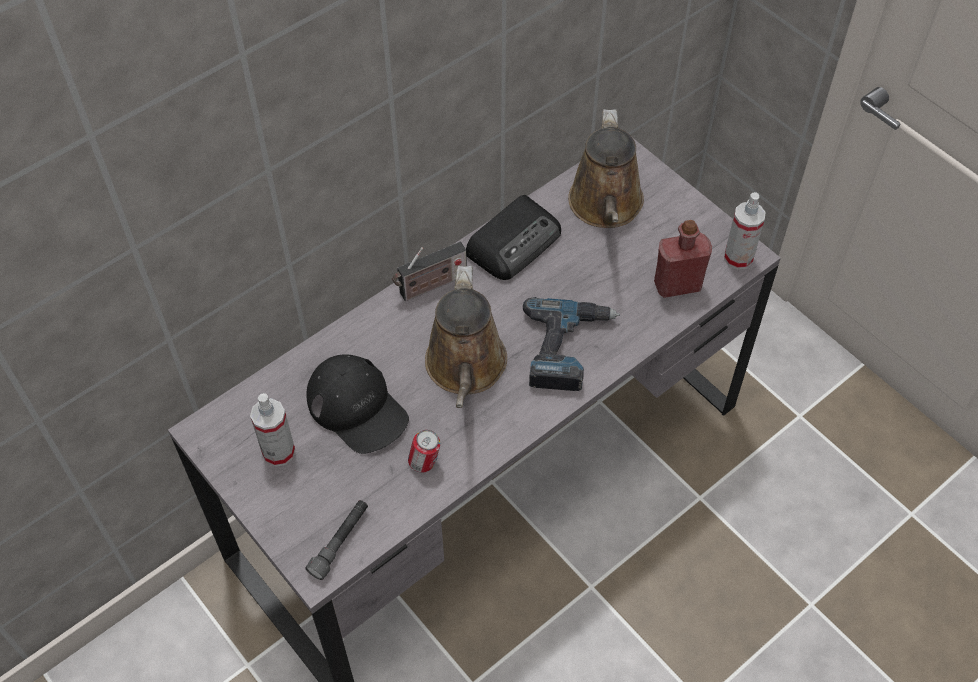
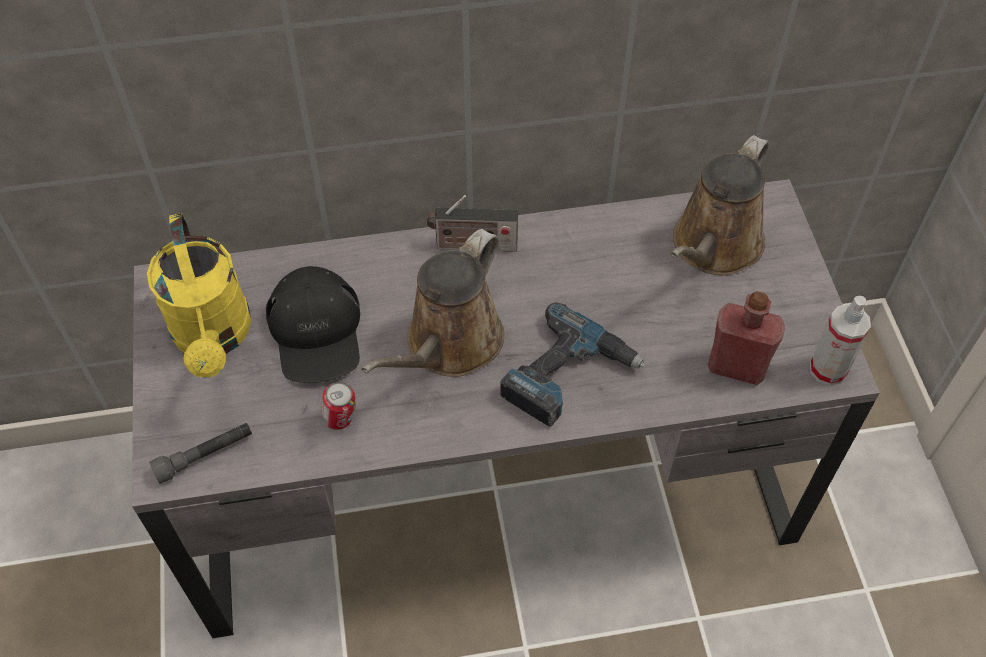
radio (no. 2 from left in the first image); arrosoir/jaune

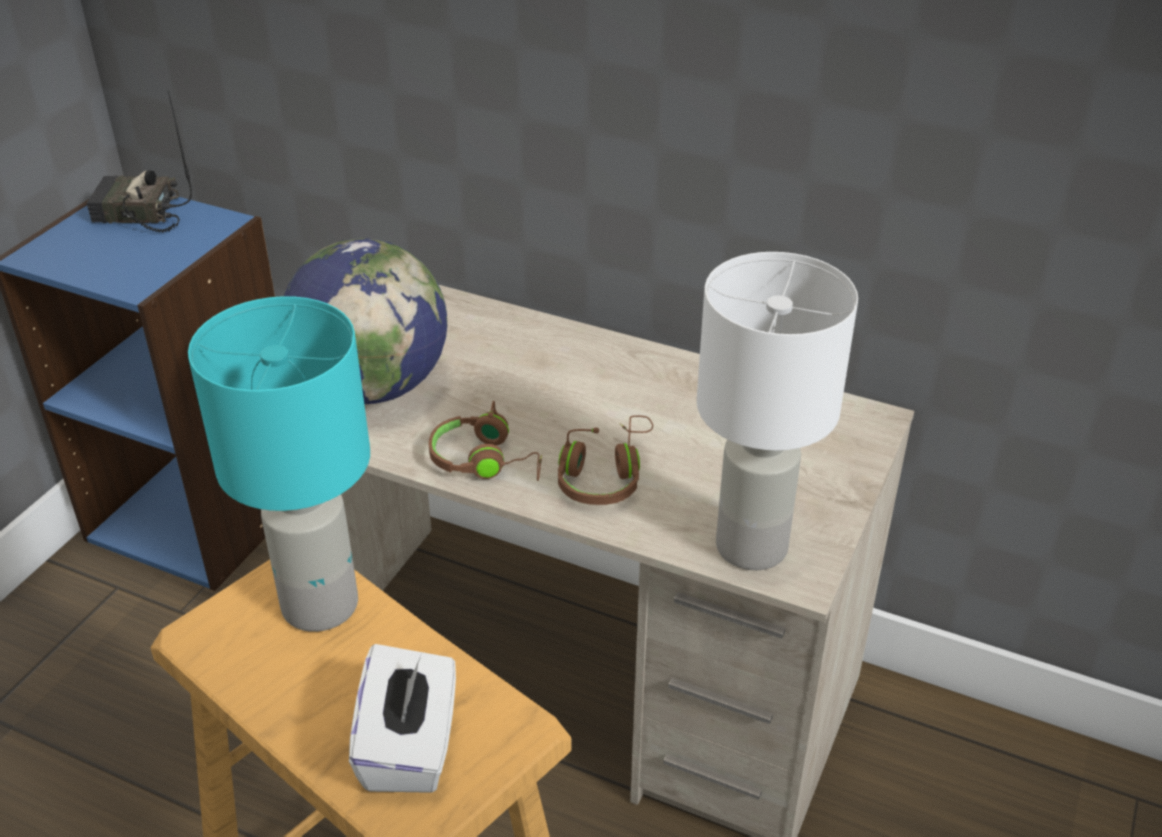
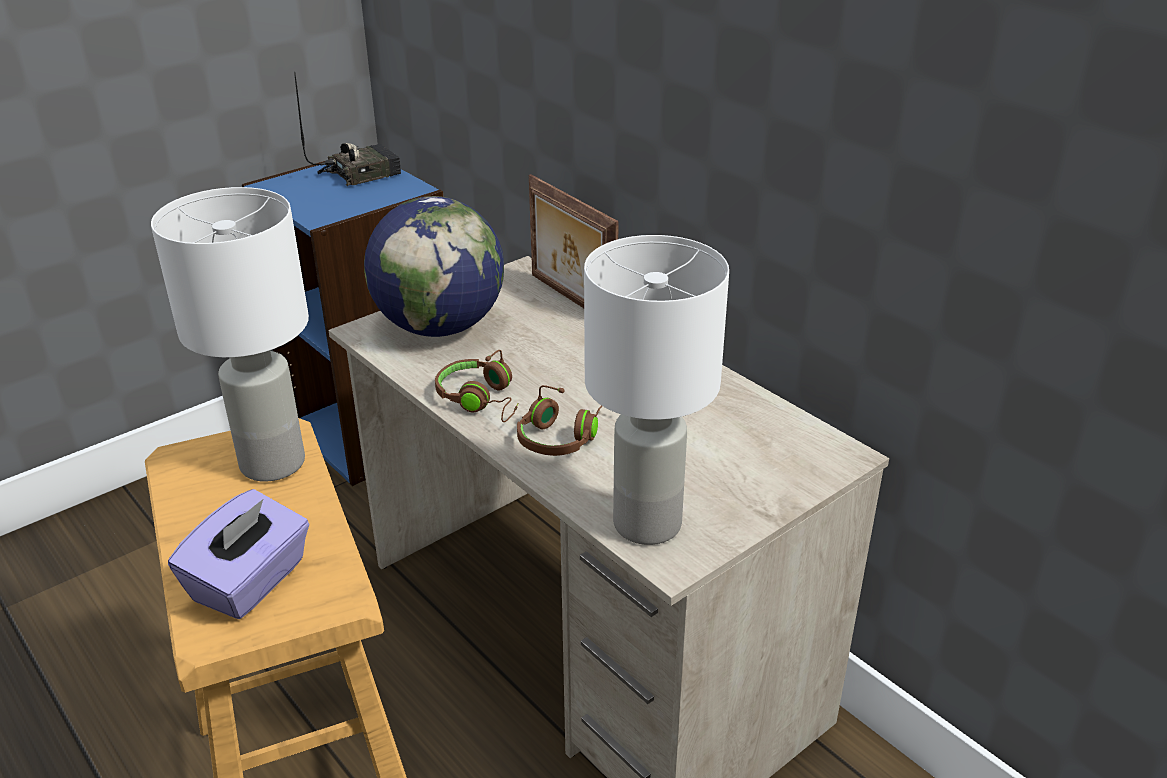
cadre photo; lampe de table/blanc (no. 1 from left); boîte à mouchoirs/violet; radio

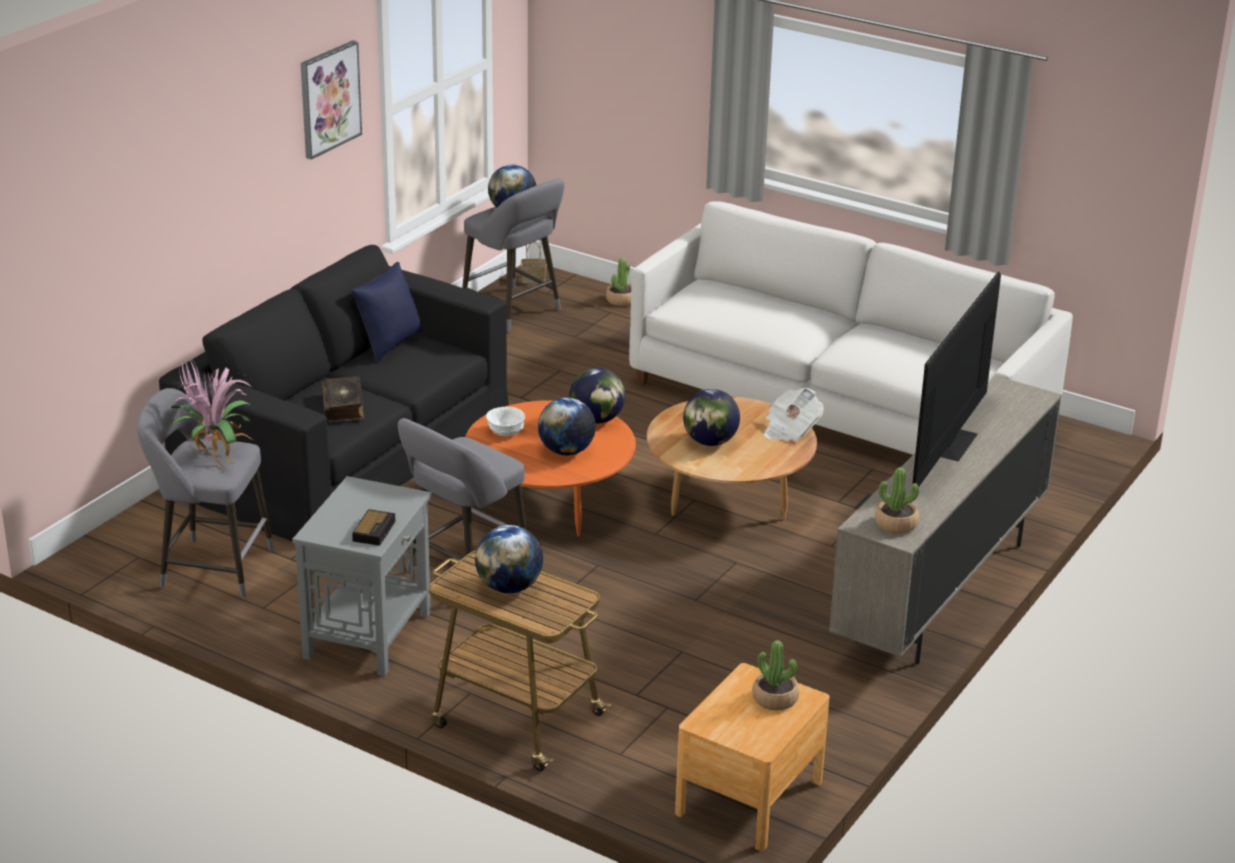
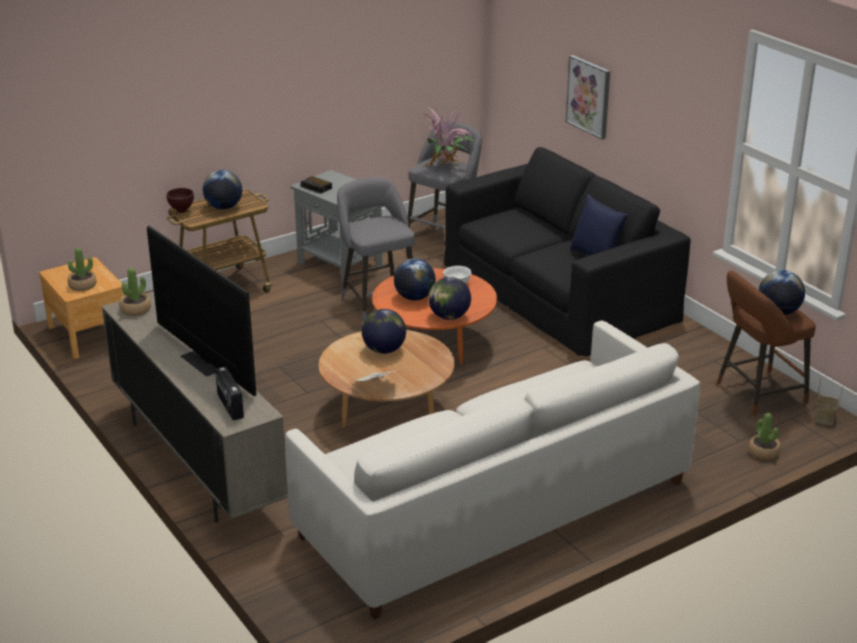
livre; bol/marron; radio; tableau; tabouret/marron

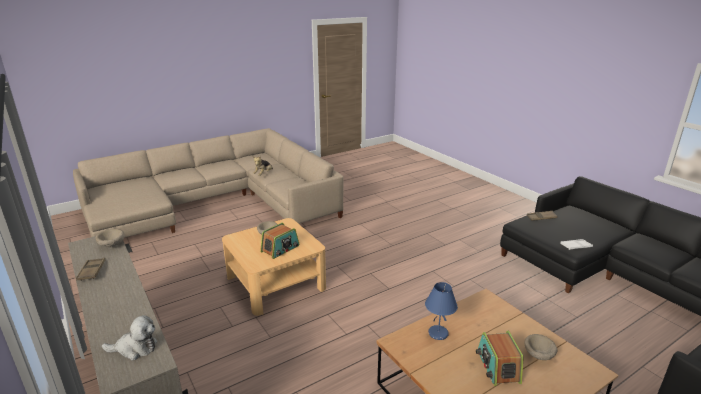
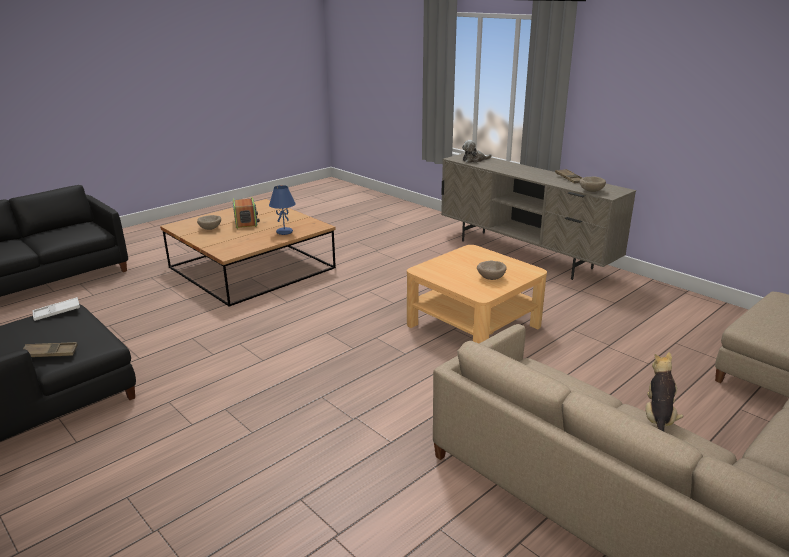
radio (no. 1 from left in the first image)

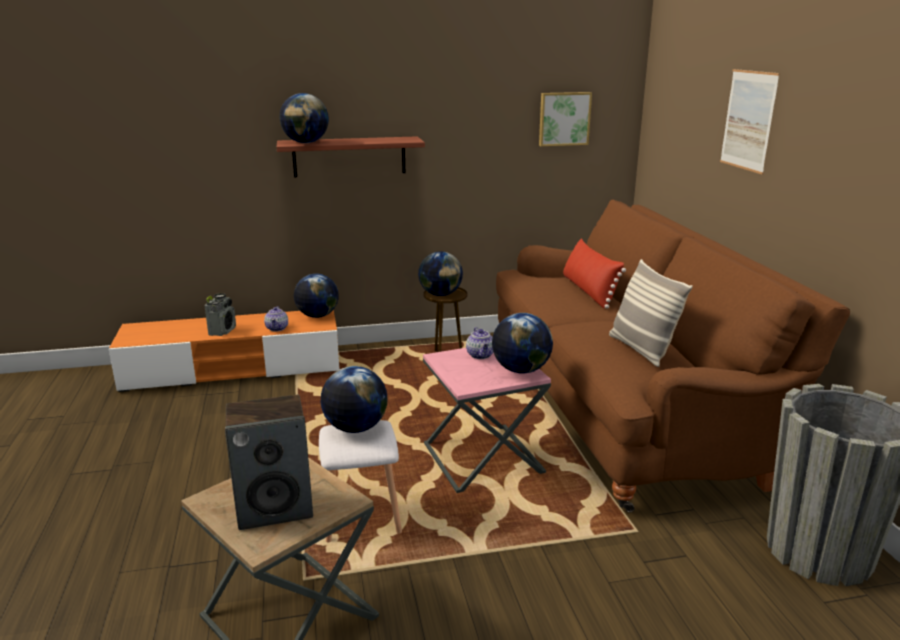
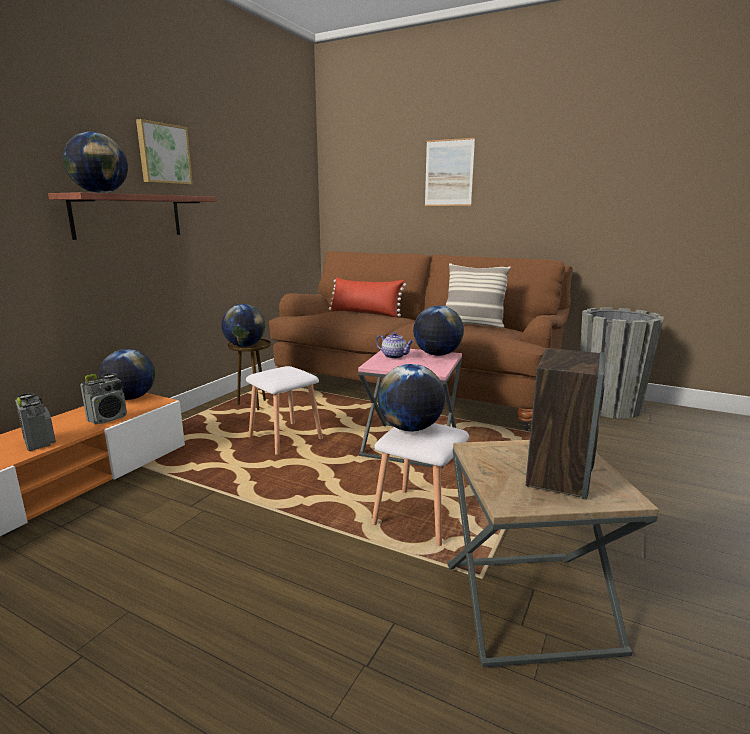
tabouret/blanc (no. 1 from left); tableau (no. 1 from left); radio (no. 2 from left)

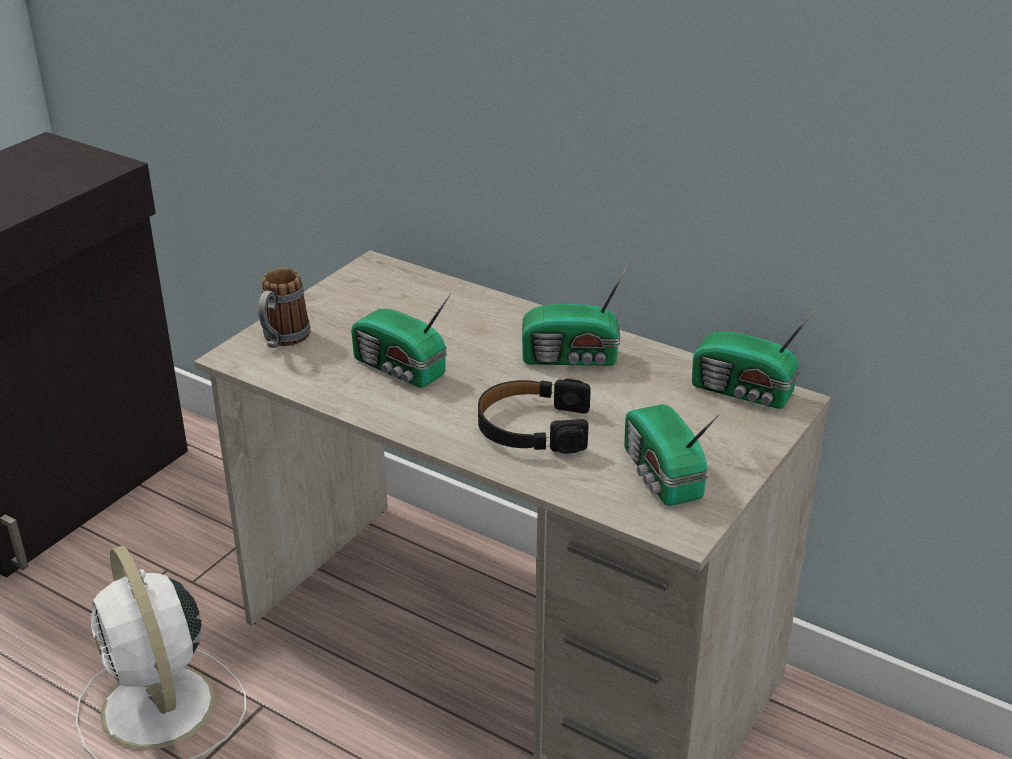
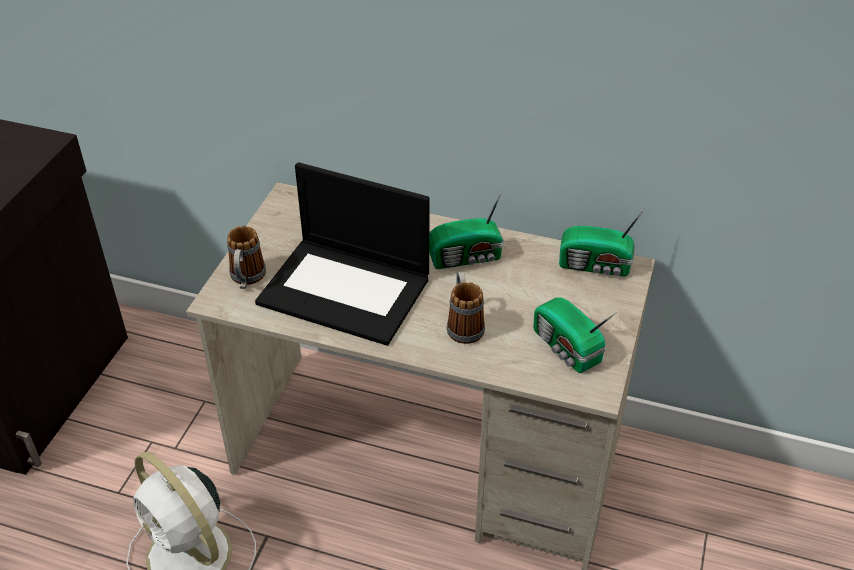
ordinateur portable; mug (no. 2 from left)

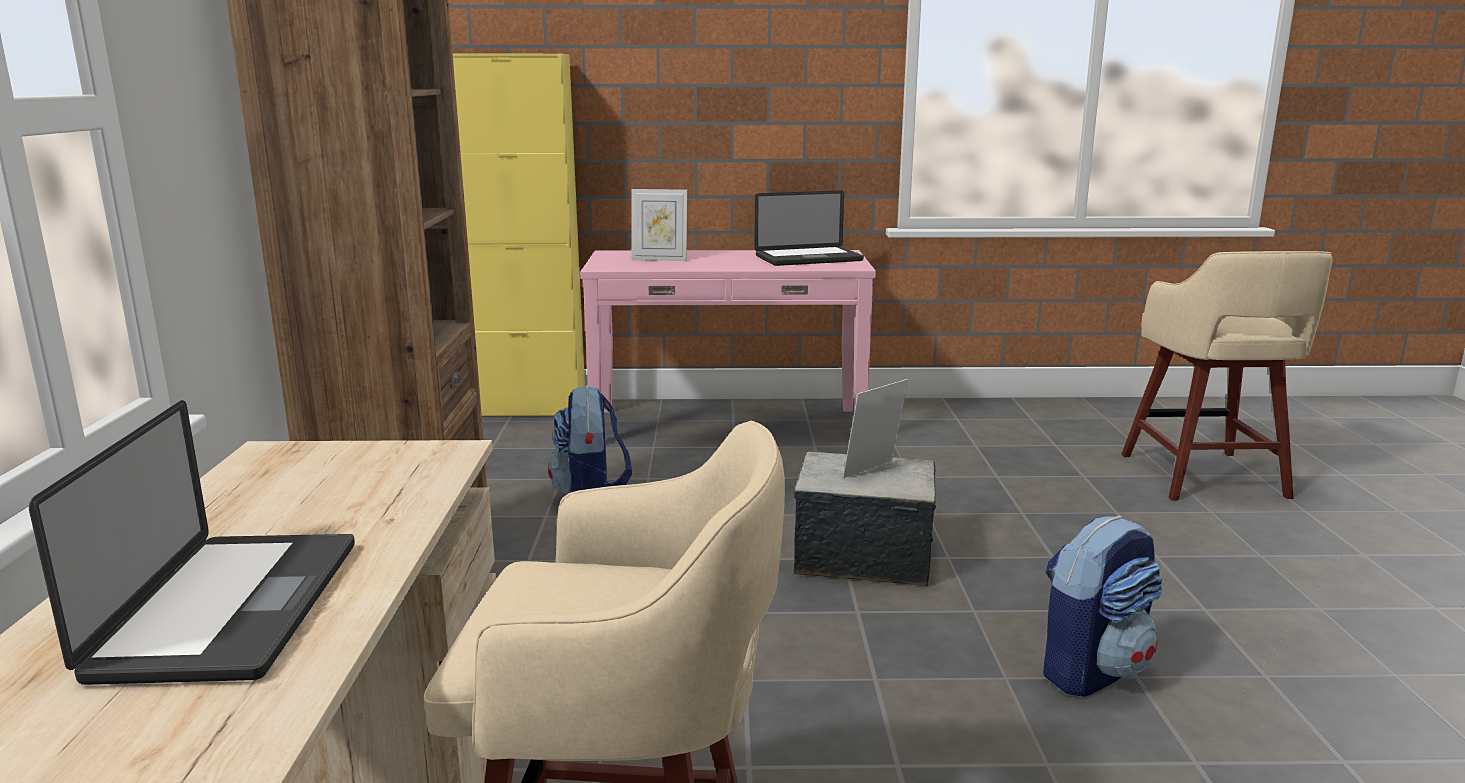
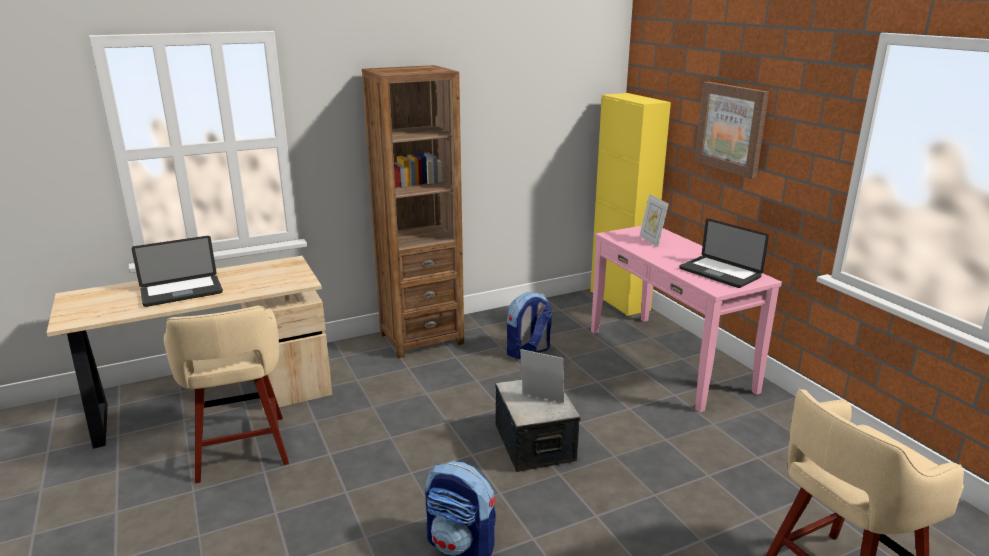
tableau

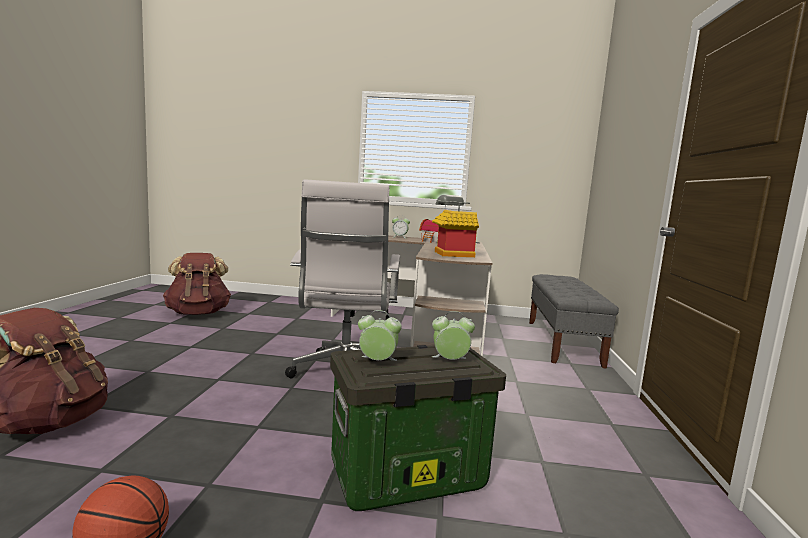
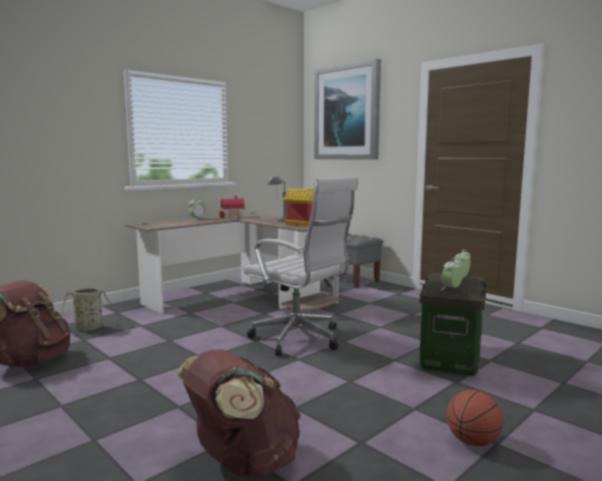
panier; tableau

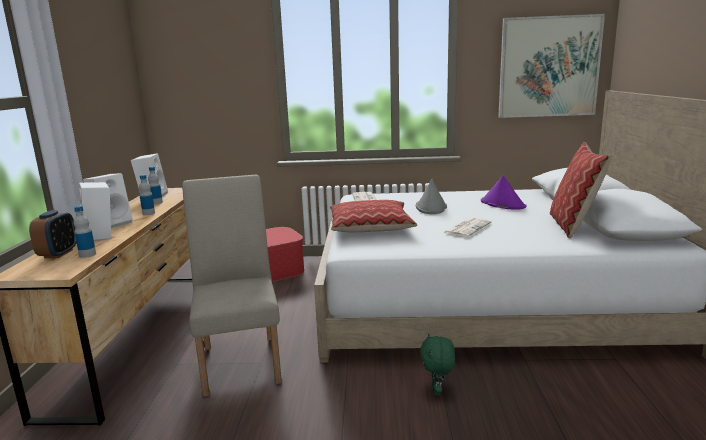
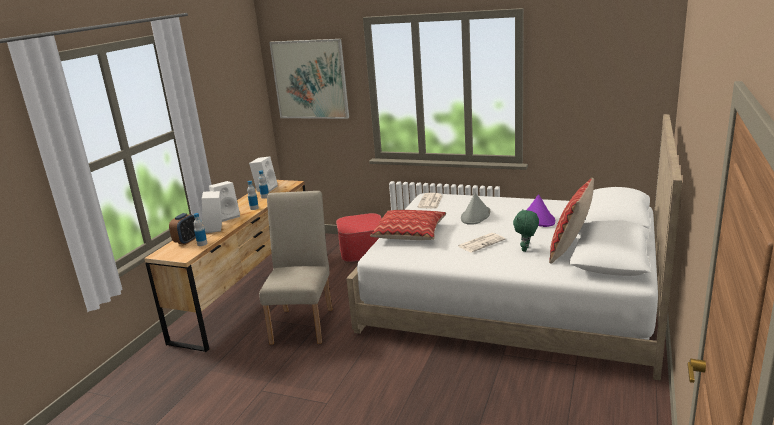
peluche/vert; tableau

